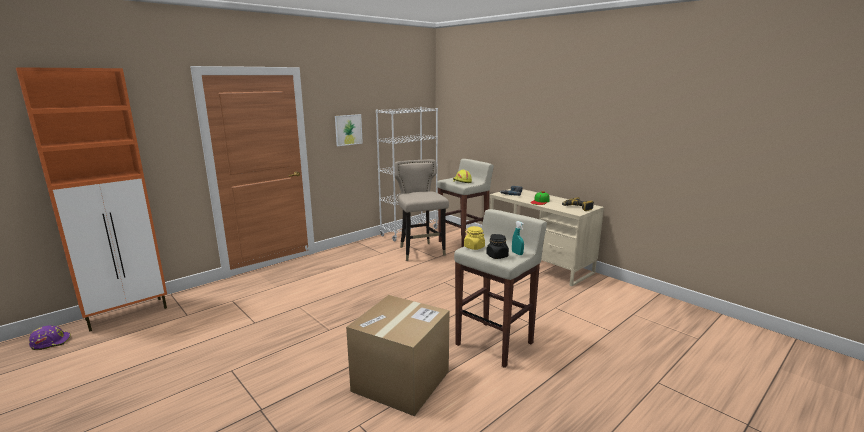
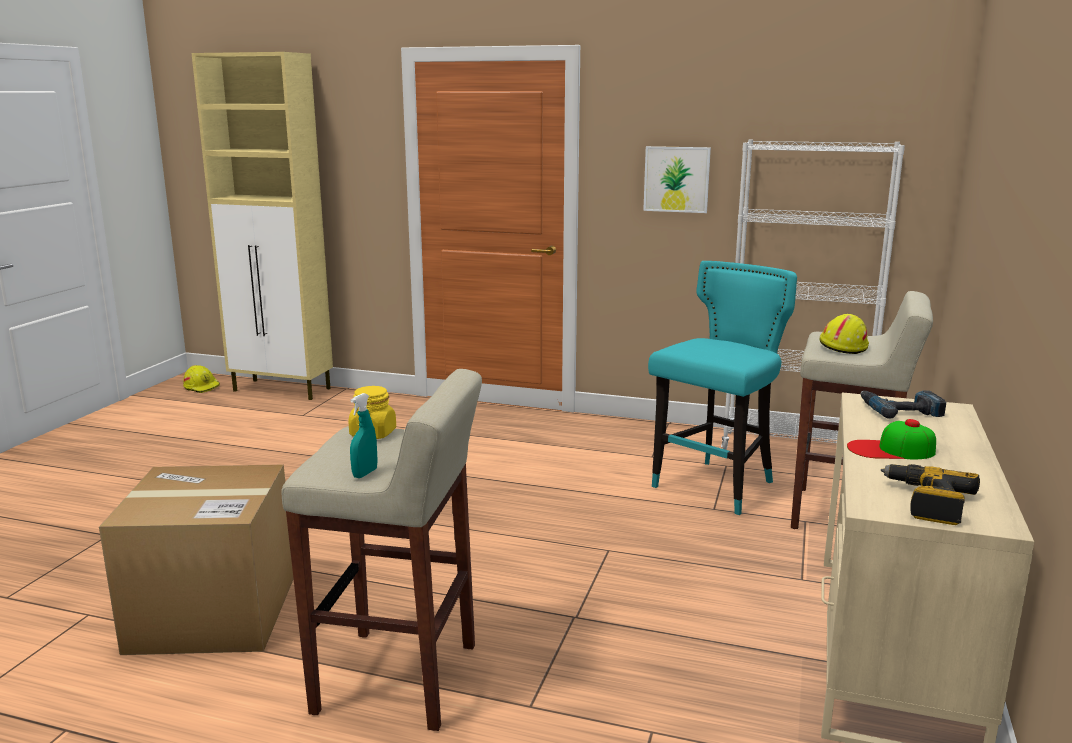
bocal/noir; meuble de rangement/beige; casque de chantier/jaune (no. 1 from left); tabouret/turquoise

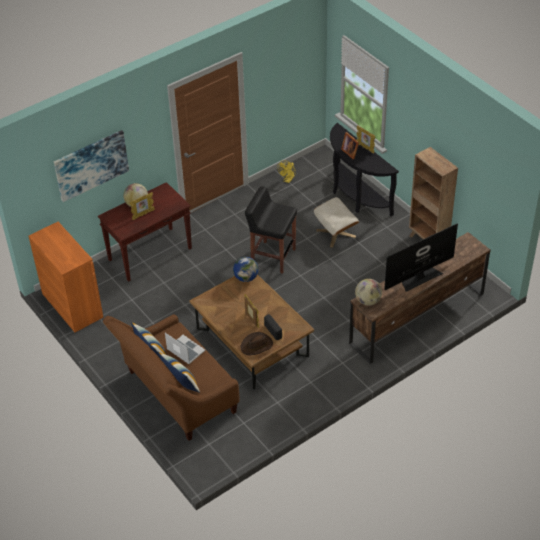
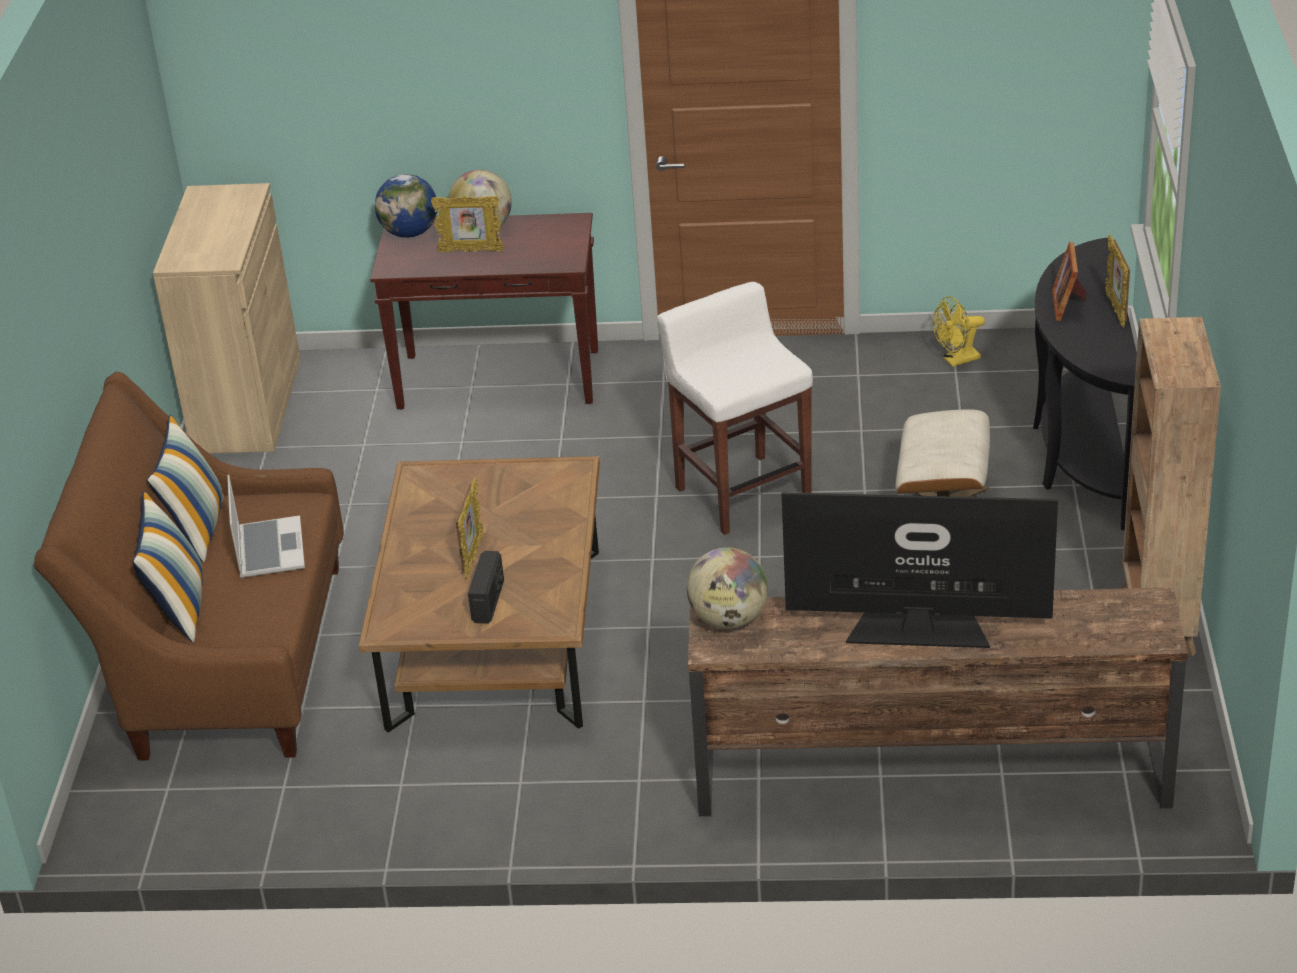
tableau; chapeau/marron; globe (no. 1 from left); meuble de rangement/beige; tabouret/blanc

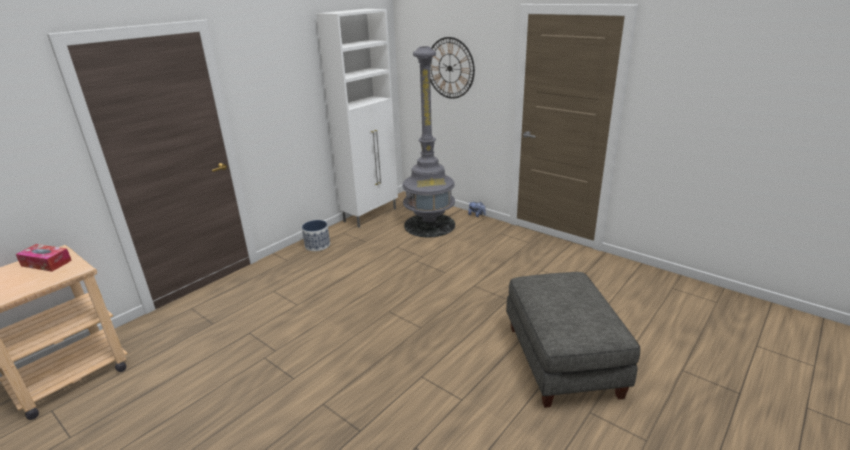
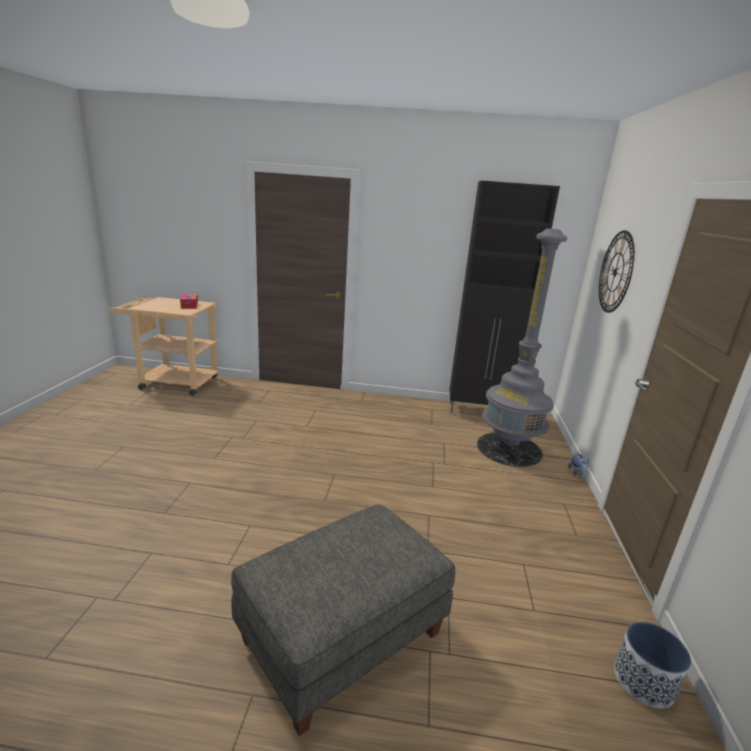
cache-pot; meuble de rangement/noir

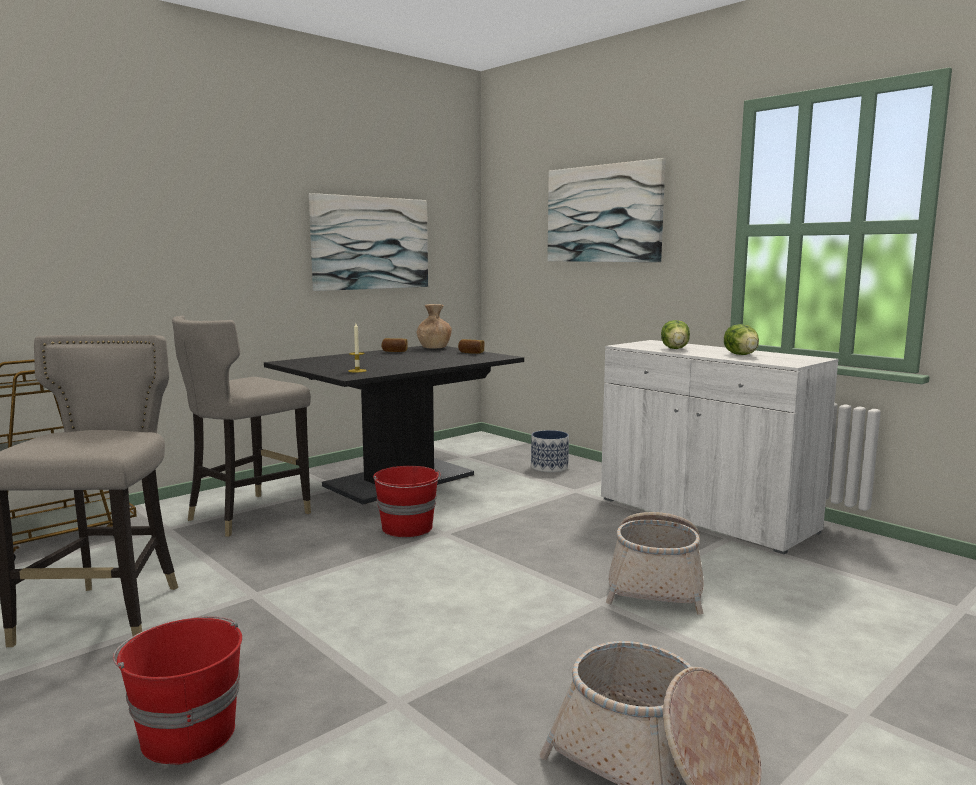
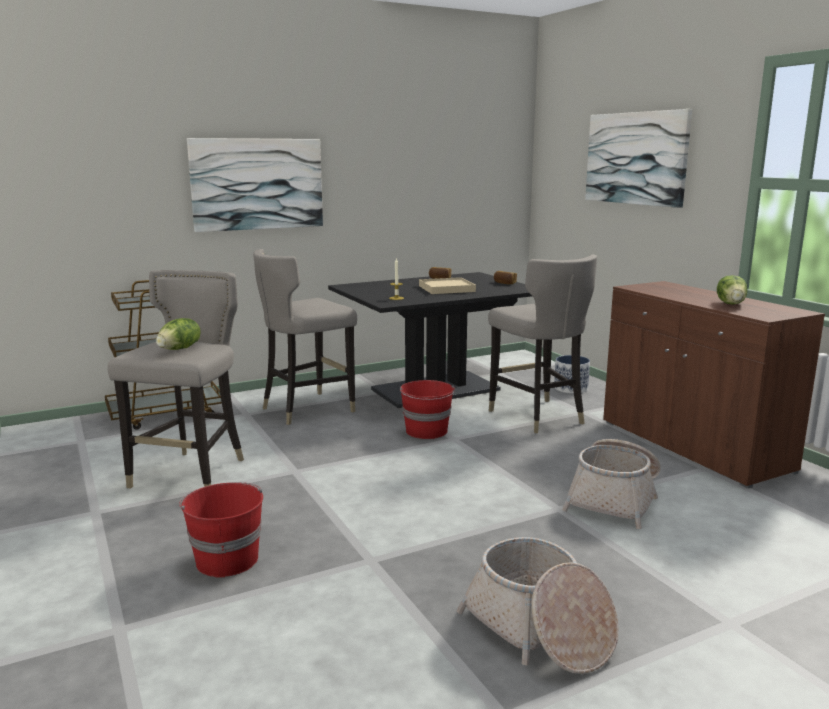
vase/marron; plateau/beige; tabouret/gris (no. 3 from left); tableau (no. 1 from left); laitue (no. 1 from left); meuble de rangement/marron

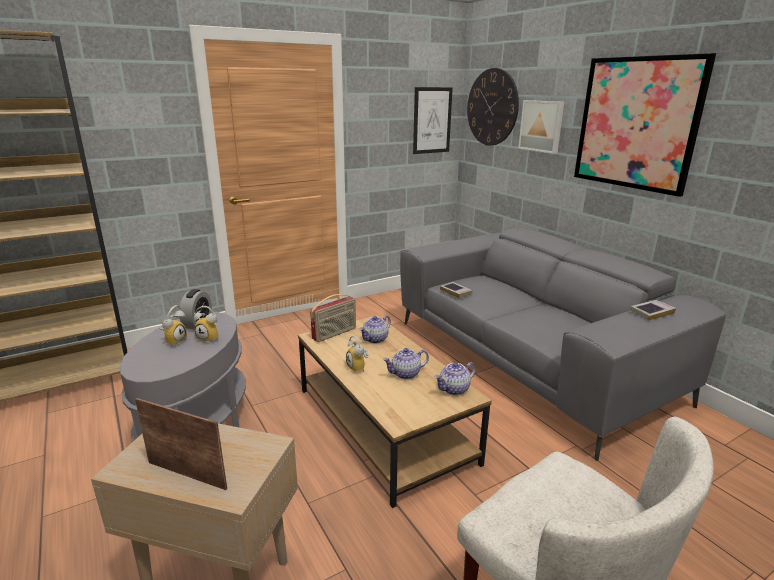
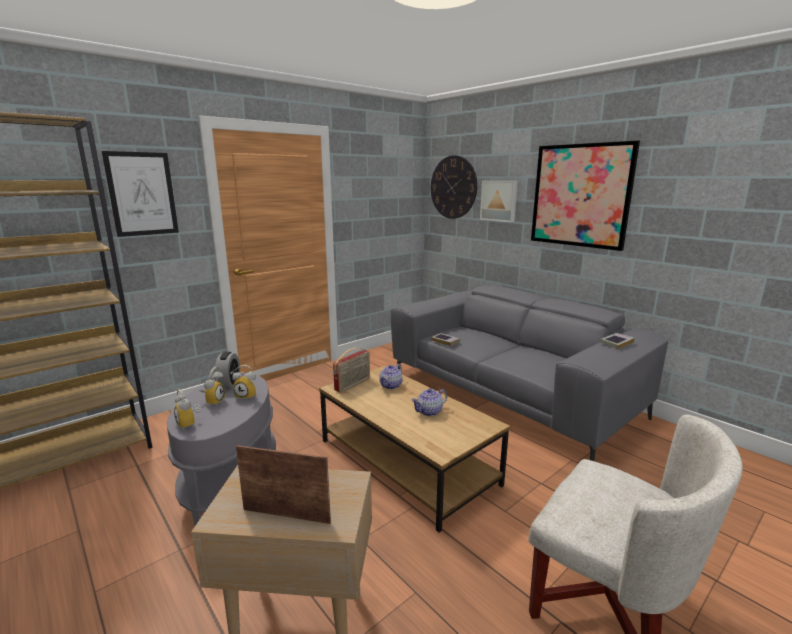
théière (no. 3 from left in the first image); réveil (no. 1 from left); tableau (no. 1 from left)

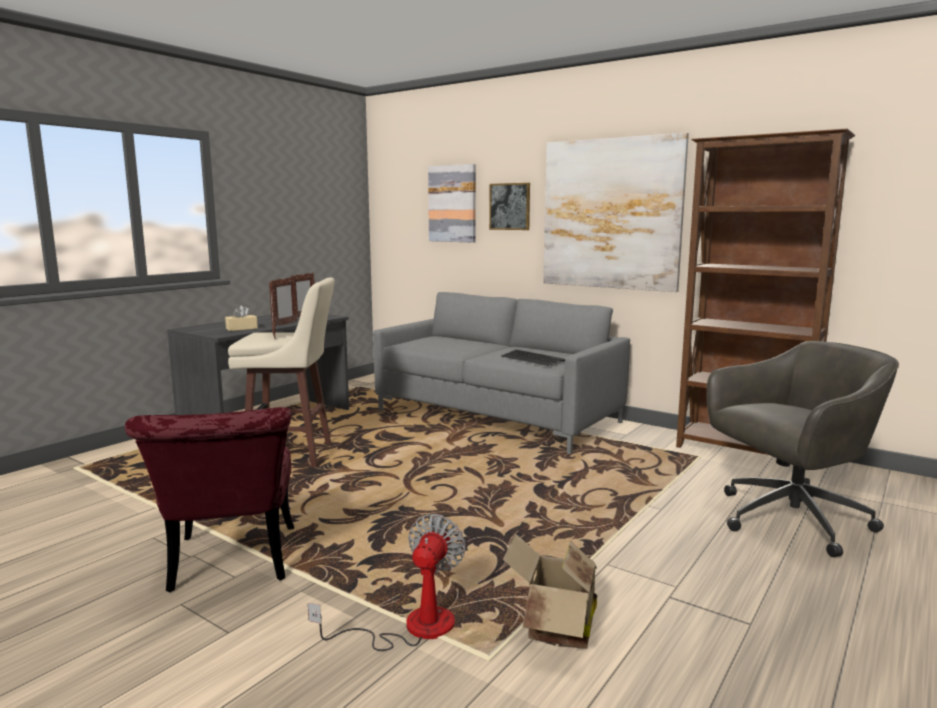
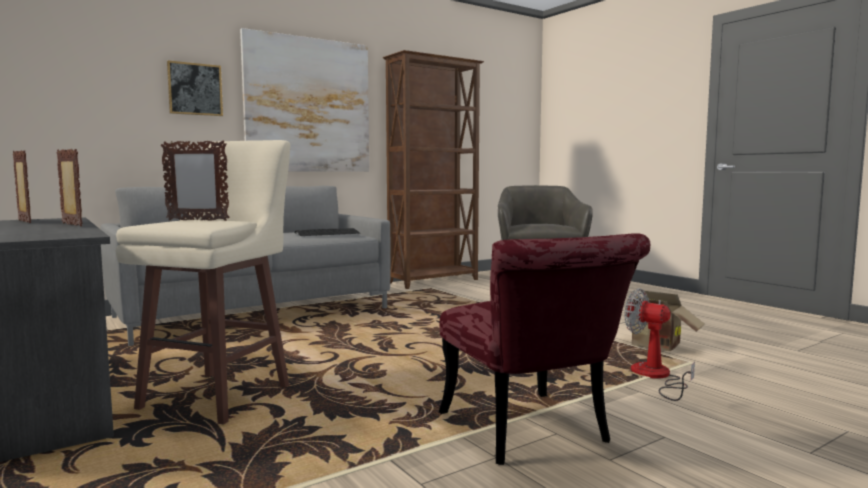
boîte à mouchoirs/beige; tableau (no. 1 from left in the first image); chaise/rouge

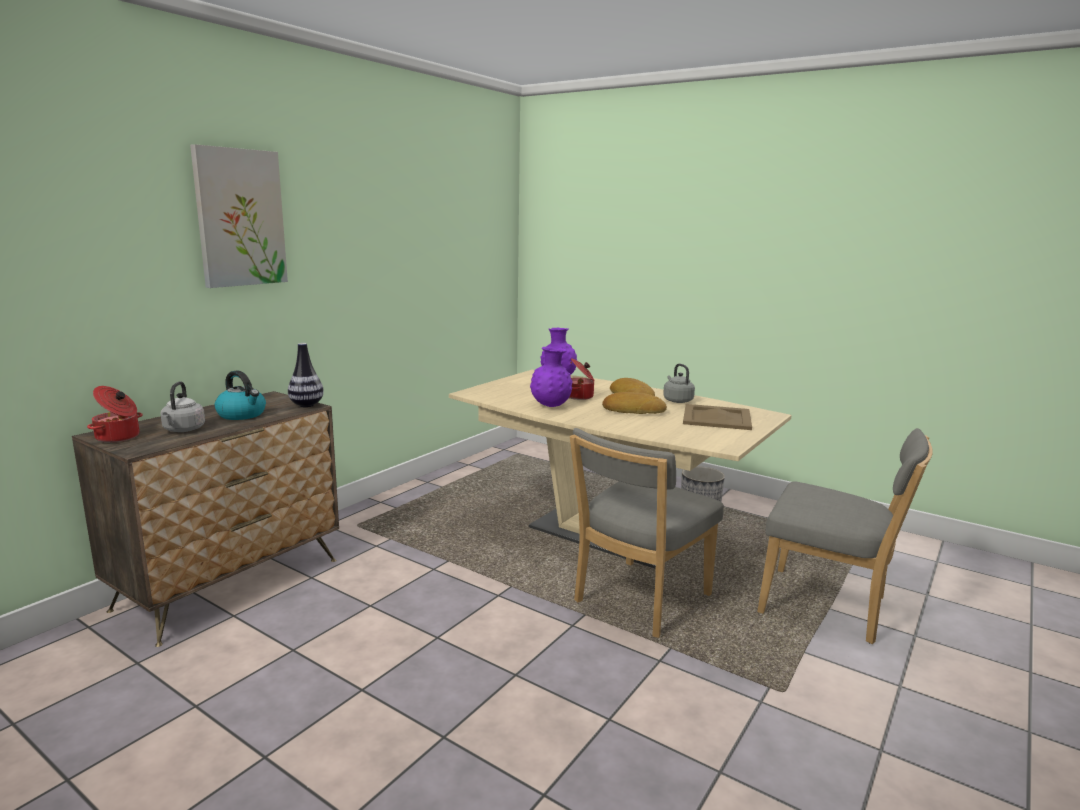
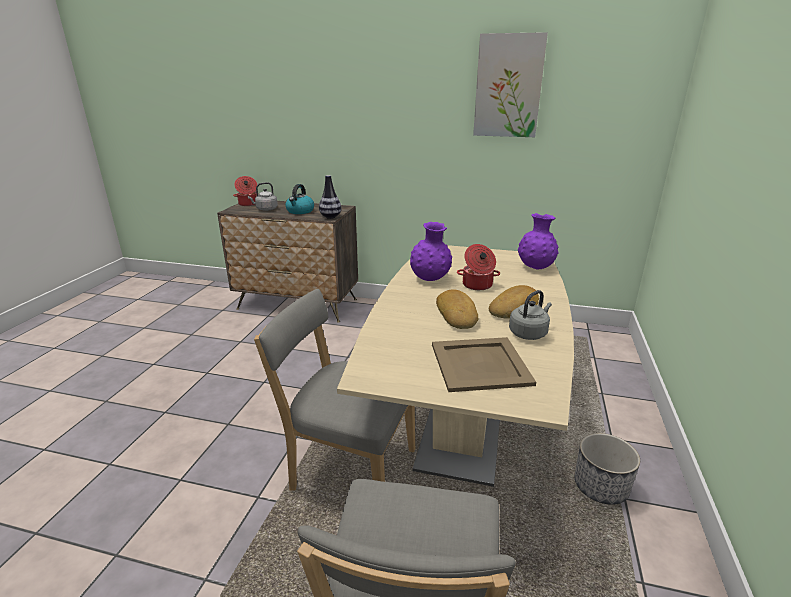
tableau

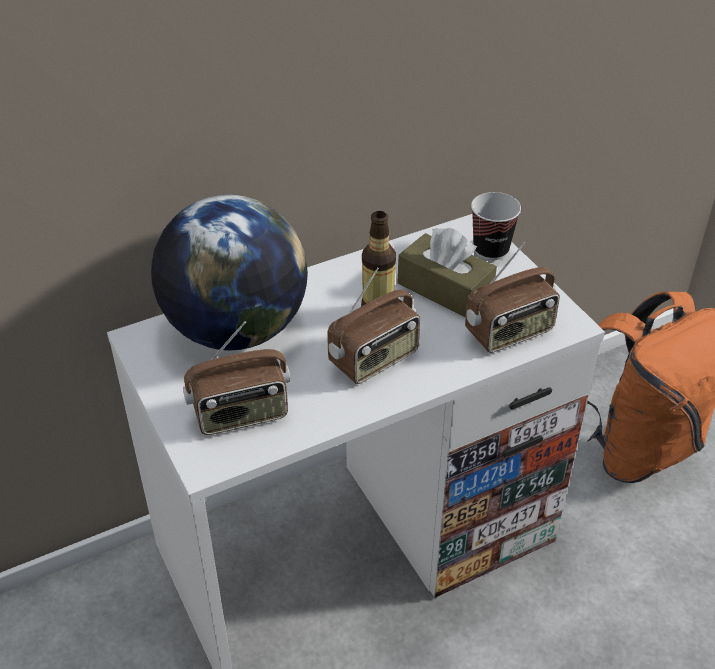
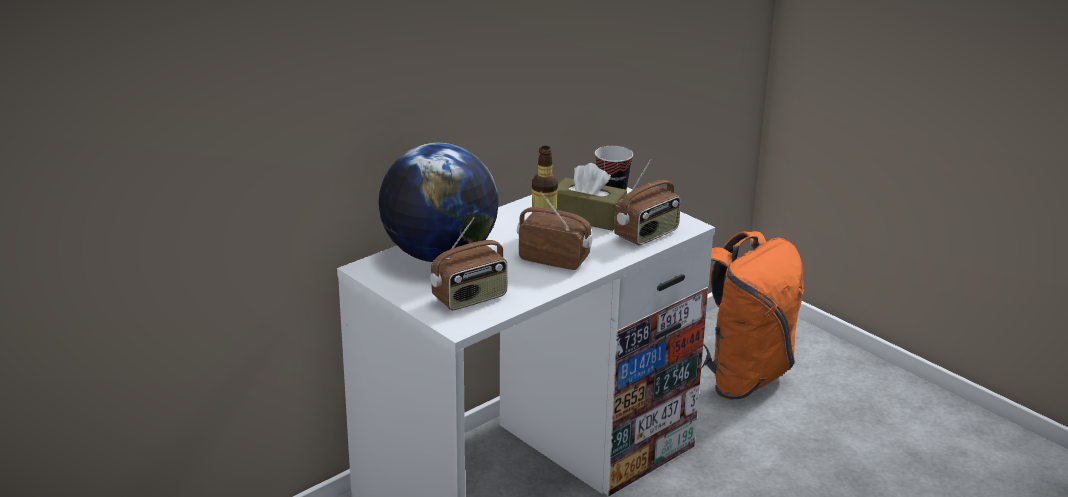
radio (no. 2 from left)

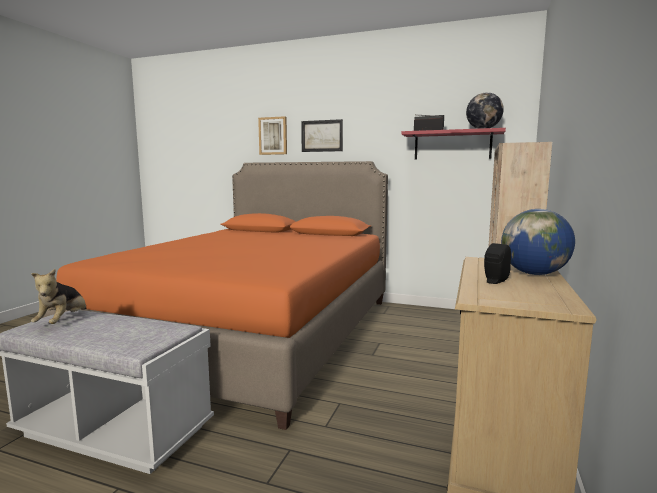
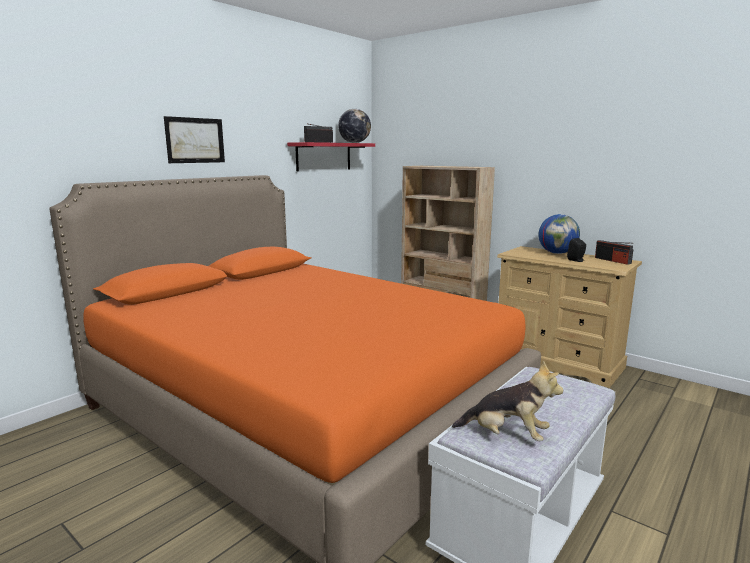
tableau (no. 1 from left in the first image); radio (no. 2 from left)

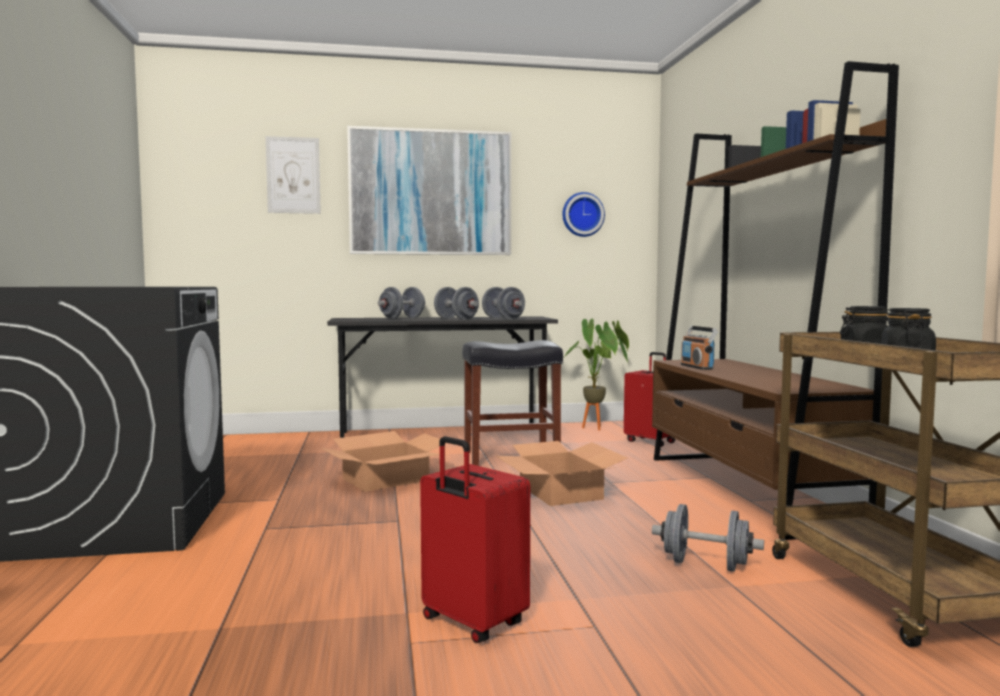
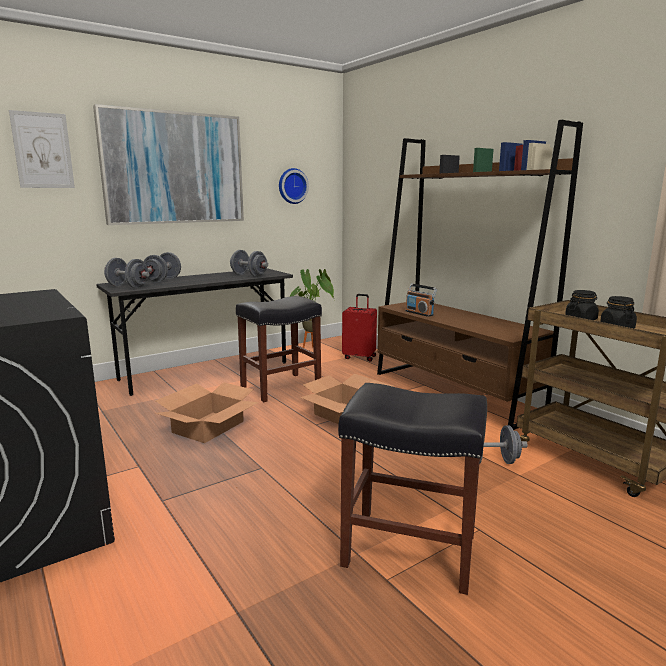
haltère/gris (no. 1 from left); tabouret/noir (no. 2 from left)

